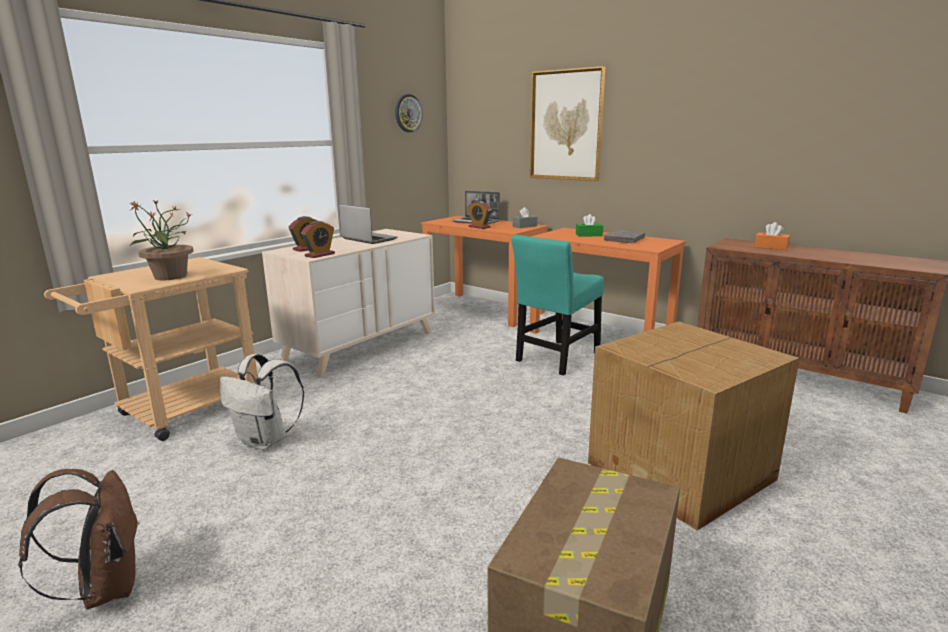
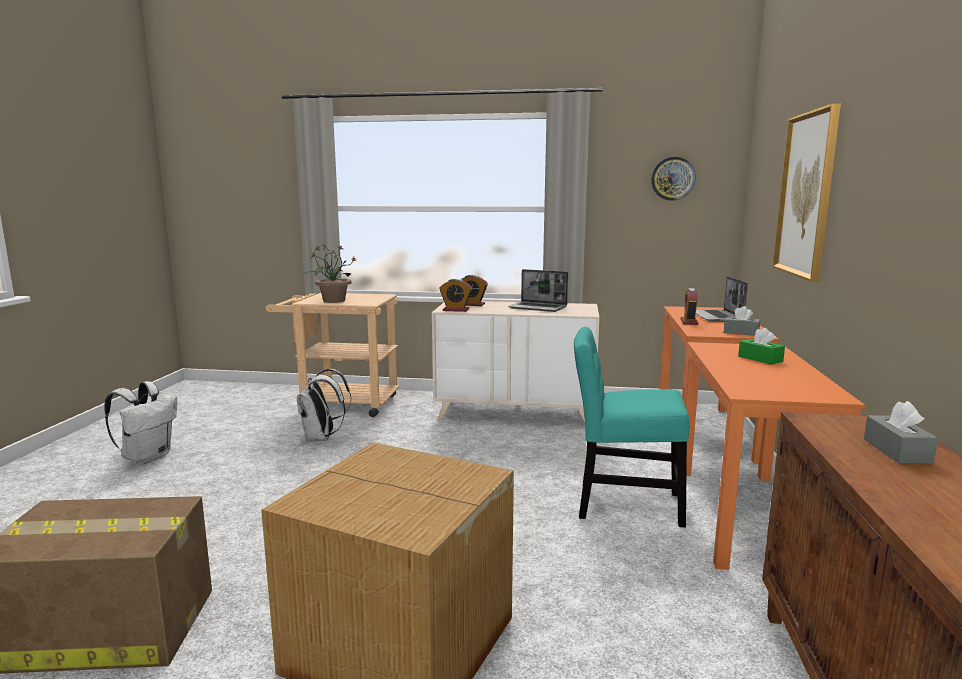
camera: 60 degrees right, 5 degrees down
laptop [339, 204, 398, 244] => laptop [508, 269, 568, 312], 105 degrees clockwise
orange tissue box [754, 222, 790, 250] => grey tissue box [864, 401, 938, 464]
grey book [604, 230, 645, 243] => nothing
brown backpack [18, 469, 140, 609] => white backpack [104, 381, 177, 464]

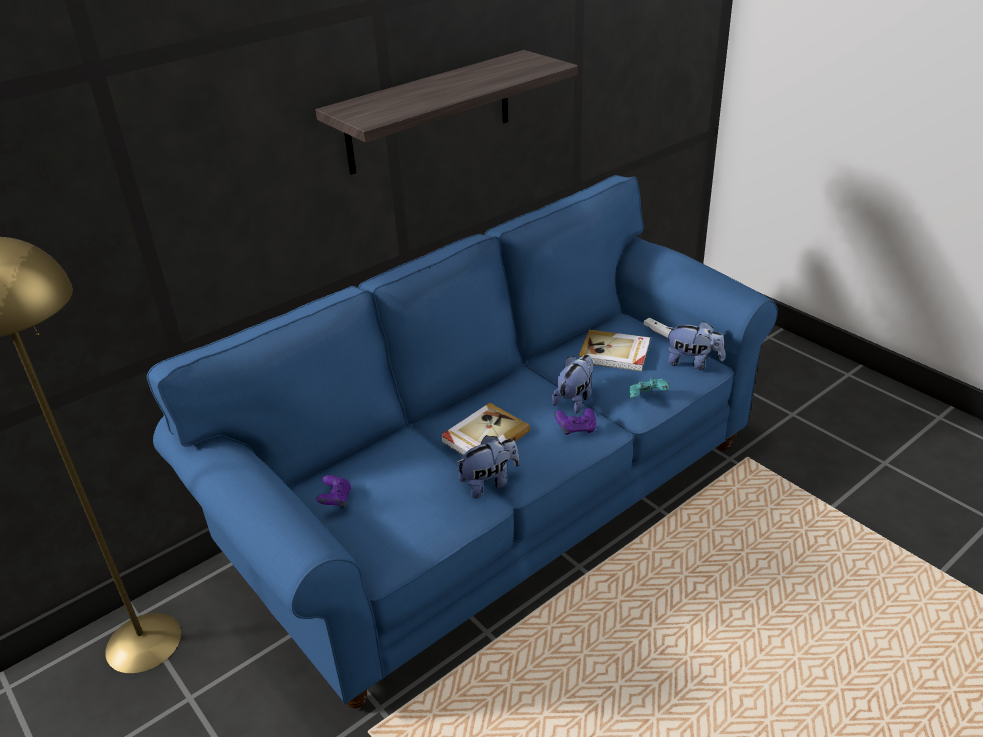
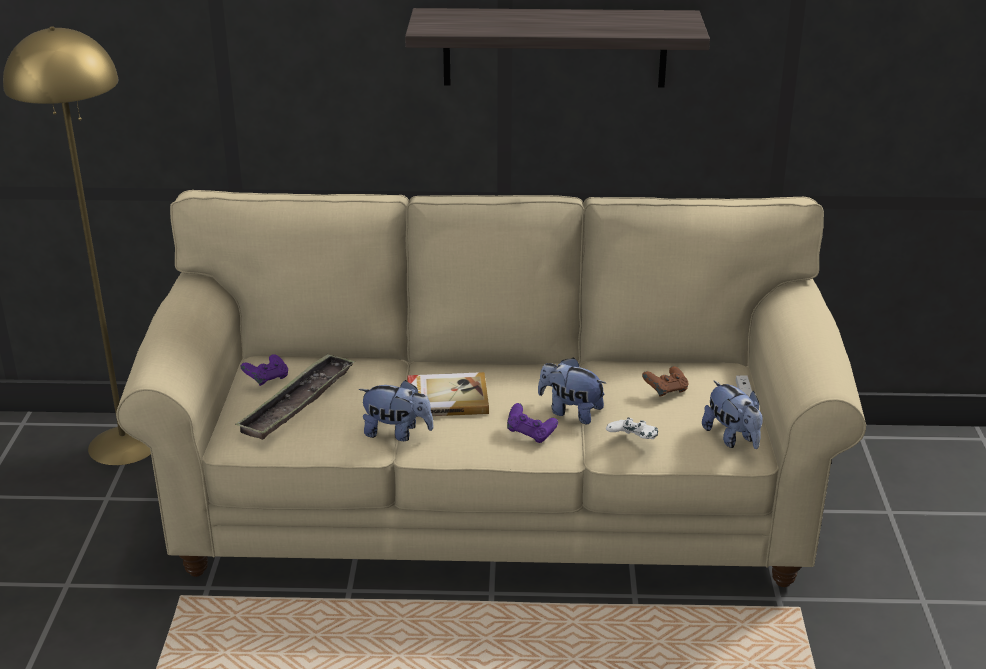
camera: 40 degrees right, 5 degrees down
blue sofa [147, 175, 778, 709] => beige sofa [116, 190, 866, 587]
book [579, 330, 650, 371] => brown game controller [642, 366, 688, 397]
plush toy [552, 355, 594, 414] => plush toy [538, 357, 607, 424], 135 degrees counterclockwise
turquoise game controller [628, 378, 670, 398] => white game controller [606, 418, 658, 439]
nothing => tray [235, 353, 355, 440]

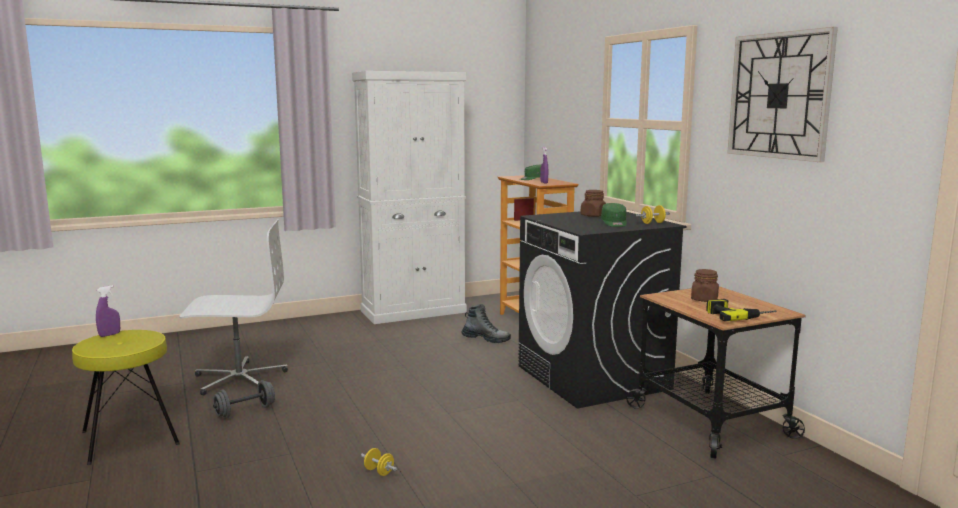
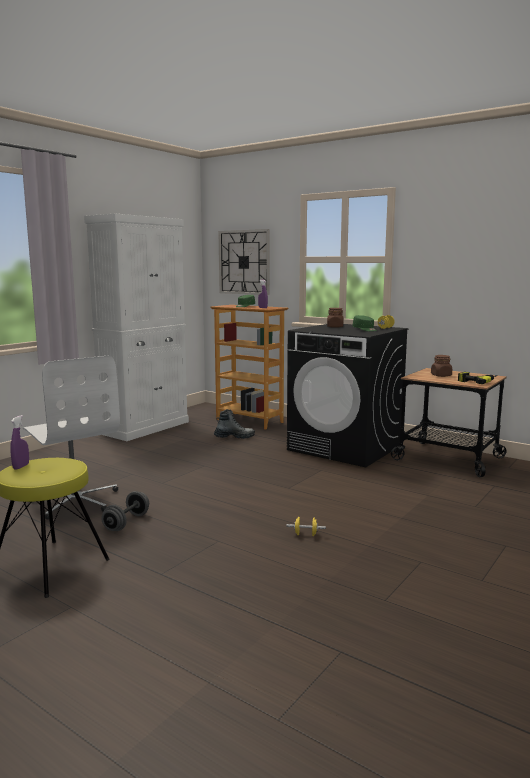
camera: 30 degrees left, 0 degrees up
wall clock [727, 27, 838, 162] => wall clock [218, 229, 270, 295], moved
white office chair [179, 219, 288, 395] => white office chair [23, 355, 120, 520], 90 degrees clockwise

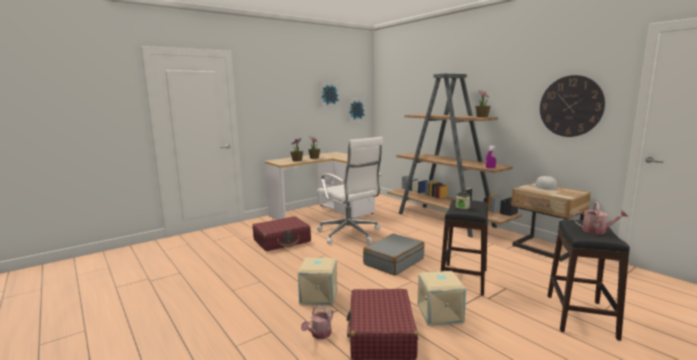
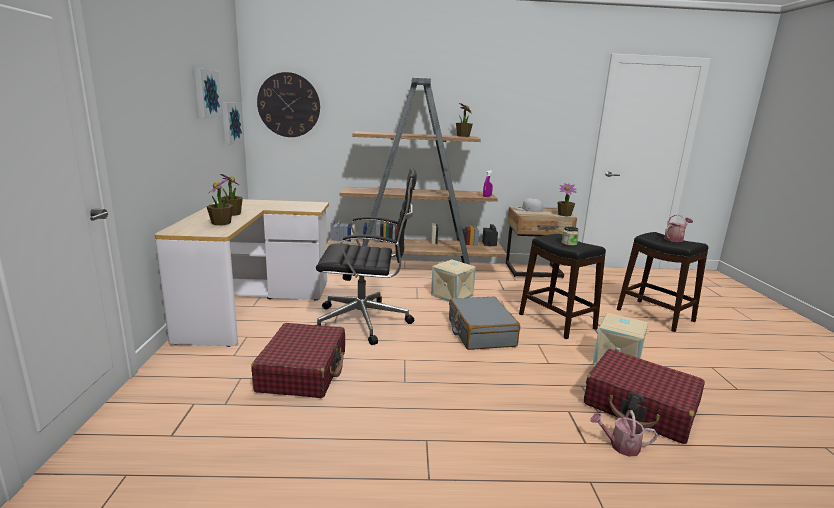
camera: 55 degrees left, 5 degrees up
wall clock [540, 75, 605, 137] => wall clock [257, 72, 320, 137], moved
white office chair [317, 137, 383, 244] => black office chair [316, 168, 417, 345]
beige storage box [298, 257, 337, 305] => beige storage box [431, 260, 476, 302], moved
watering can [301, 305, 333, 339] => watering can [590, 410, 658, 457], 120 degrees clockwise
nothing => potted plant [557, 183, 577, 216]

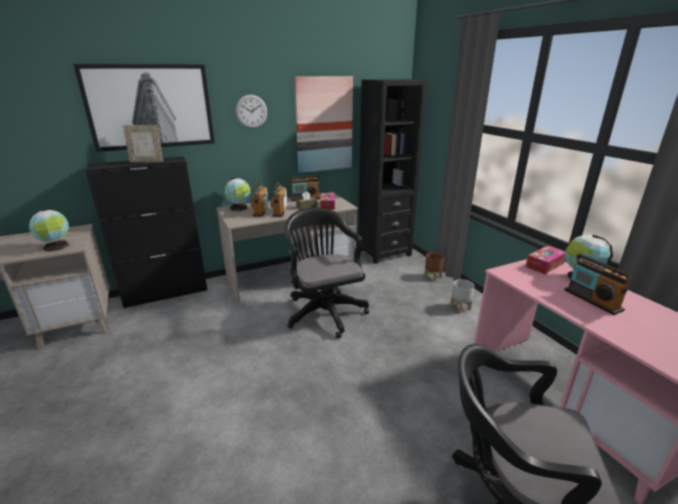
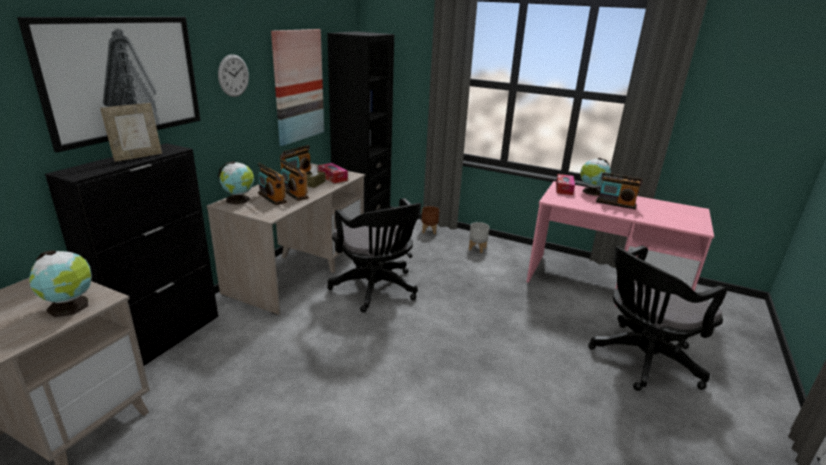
camera: 40 degrees left, 0 degrees up
black office chair [285, 208, 369, 338] => black office chair [327, 198, 422, 313], 150 degrees counterclockwise

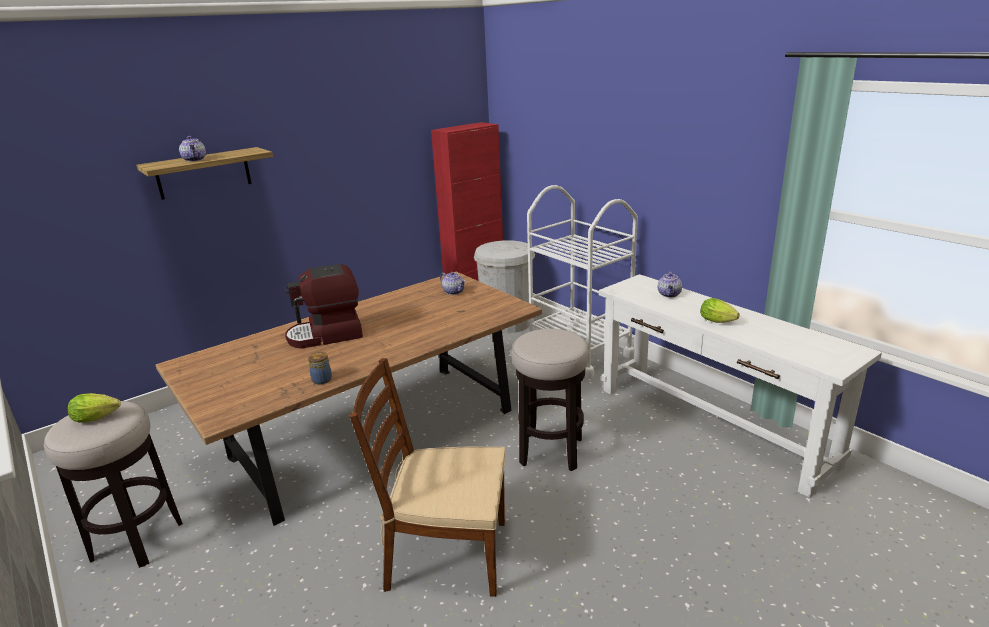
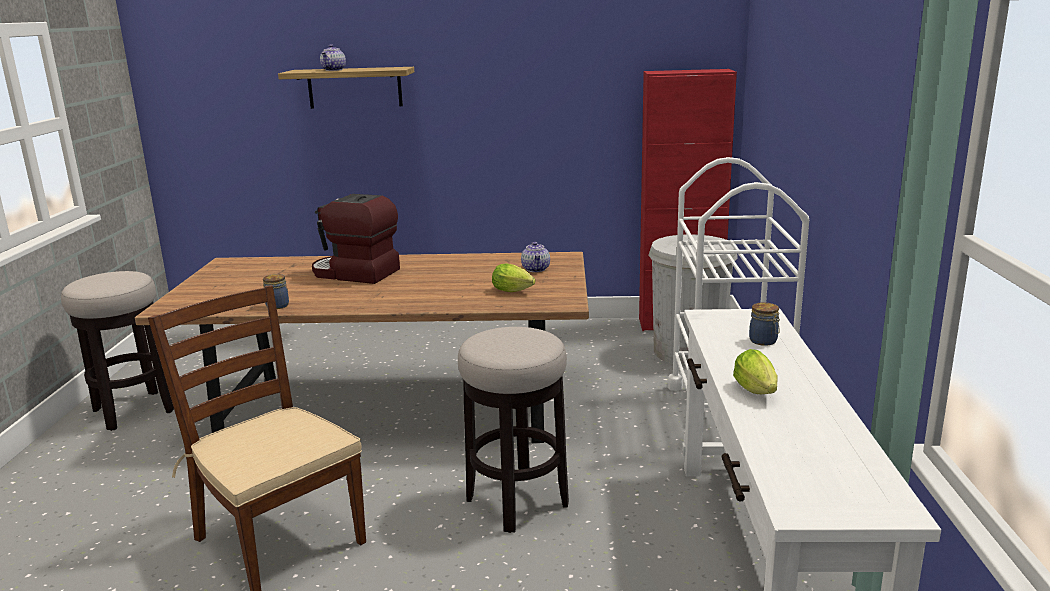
camera: 40 degrees right, 5 degrees down
teapot [658, 271, 682, 298] => jar [749, 302, 780, 346]
lettuce [68, 393, 121, 423] => lettuce [492, 264, 535, 292], moved

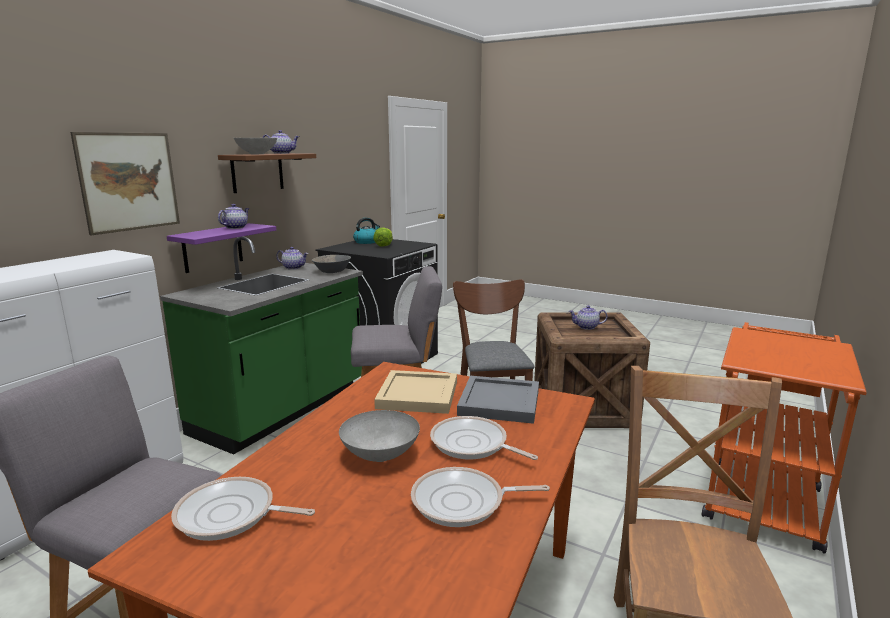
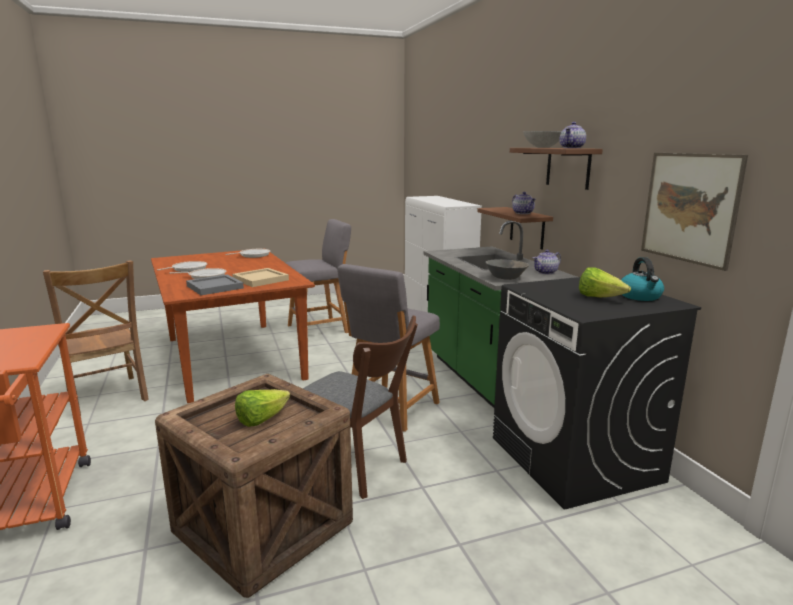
camera: 130 degrees right, 0 degrees up
picture [70, 132, 180, 235] => picture [641, 153, 748, 271], moved
purple shelf [167, 223, 276, 273] => brown shelf [477, 207, 553, 249]
teapot [569, 305, 607, 330] => lettuce [235, 389, 290, 427]
grey bowl [339, 410, 420, 462] => nothing

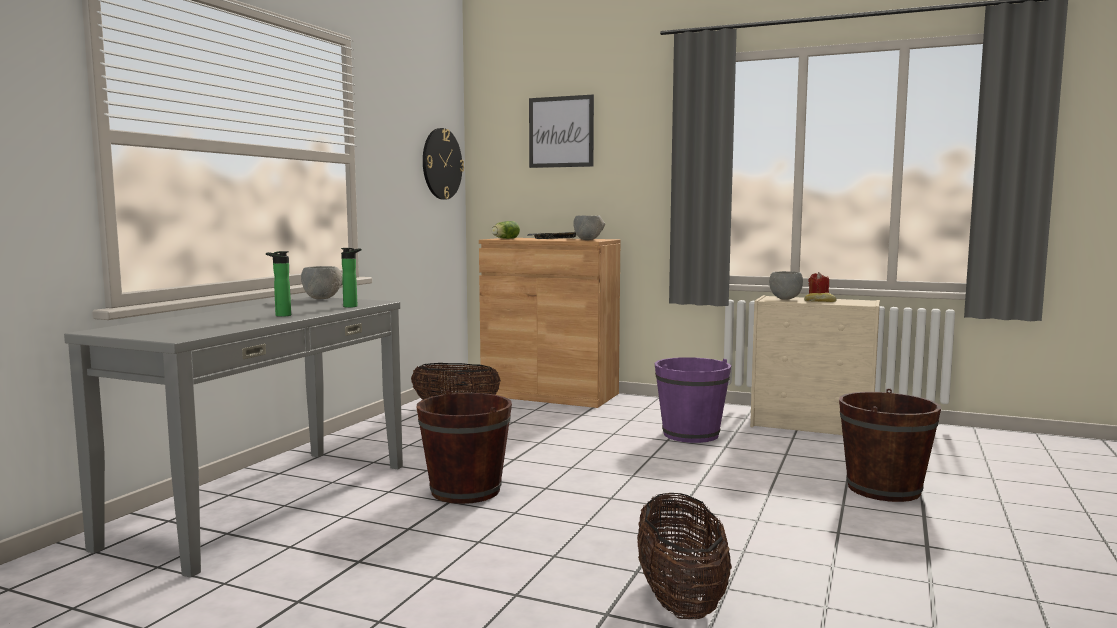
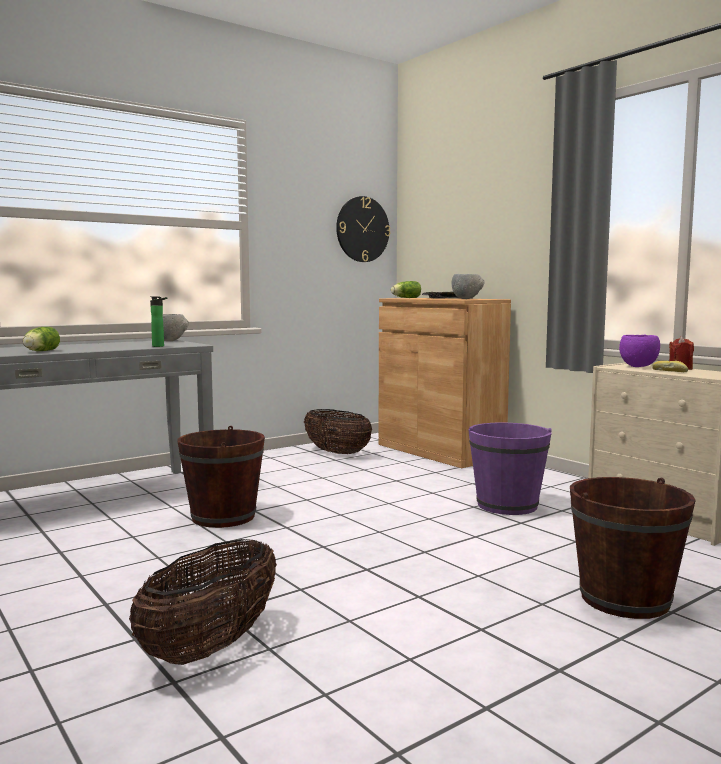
camera: 30 degrees right, 0 degrees up
picture [529, 95, 594, 168] => nothing
bottle [266, 251, 291, 317] => nothing
grey bowl [769, 271, 803, 300] => purple bowl [619, 335, 660, 367]
nothing => lettuce [23, 327, 60, 351]

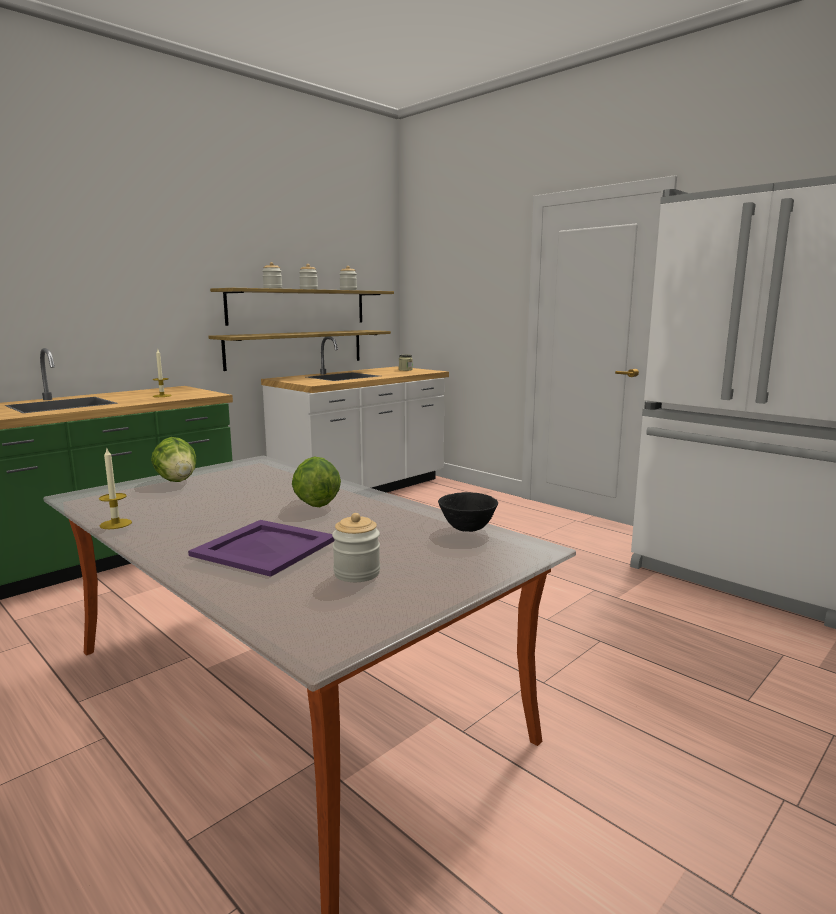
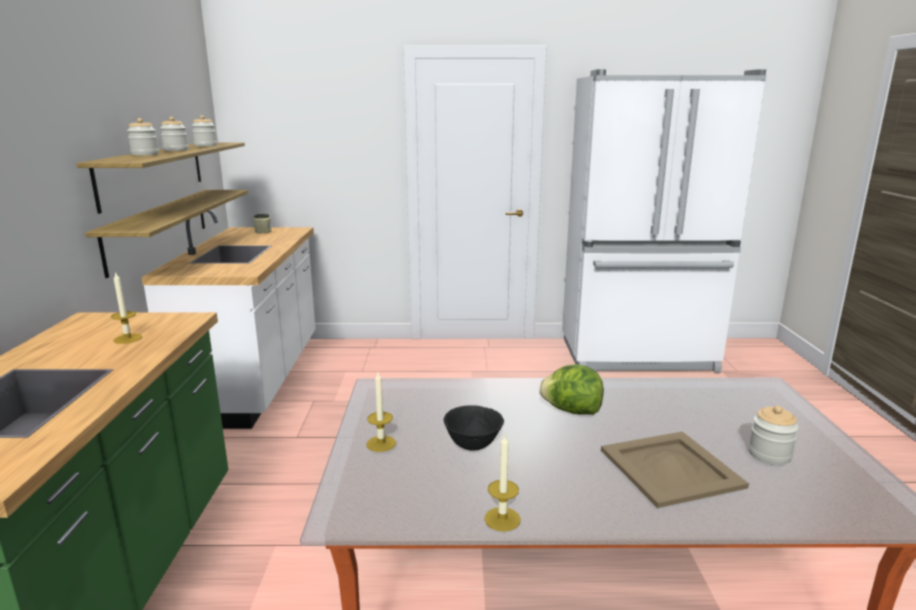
camera: 45 degrees left, 5 degrees up
lettuce [151, 437, 196, 482] => candle [366, 372, 396, 452]
black bowl [438, 492, 498, 532] => black bowl [444, 405, 504, 451], moved
purple tray [188, 520, 334, 577] => beige tray [601, 431, 749, 508]

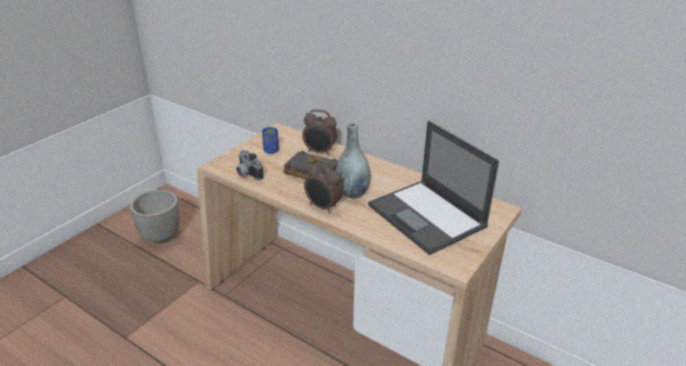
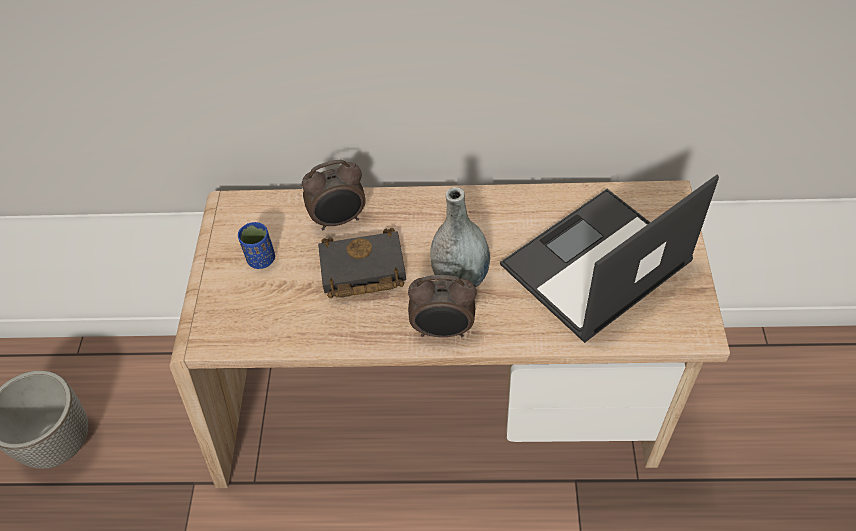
camera: 30 degrees left, 20 degrees up
laptop [368, 121, 499, 255] => laptop [500, 175, 719, 343], 120 degrees clockwise
photo camera [236, 150, 264, 180] => nothing

